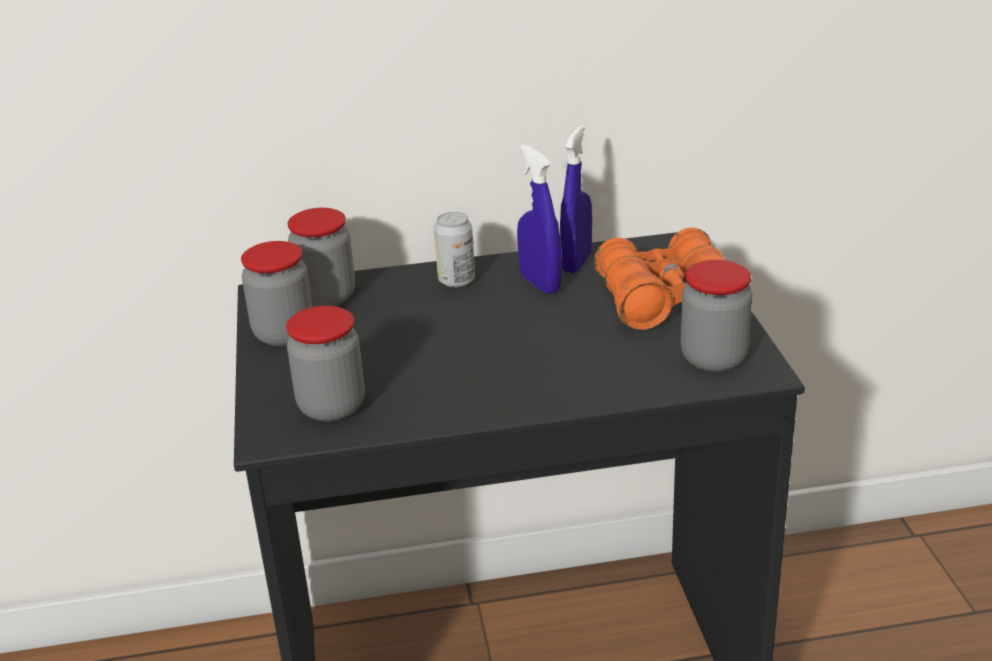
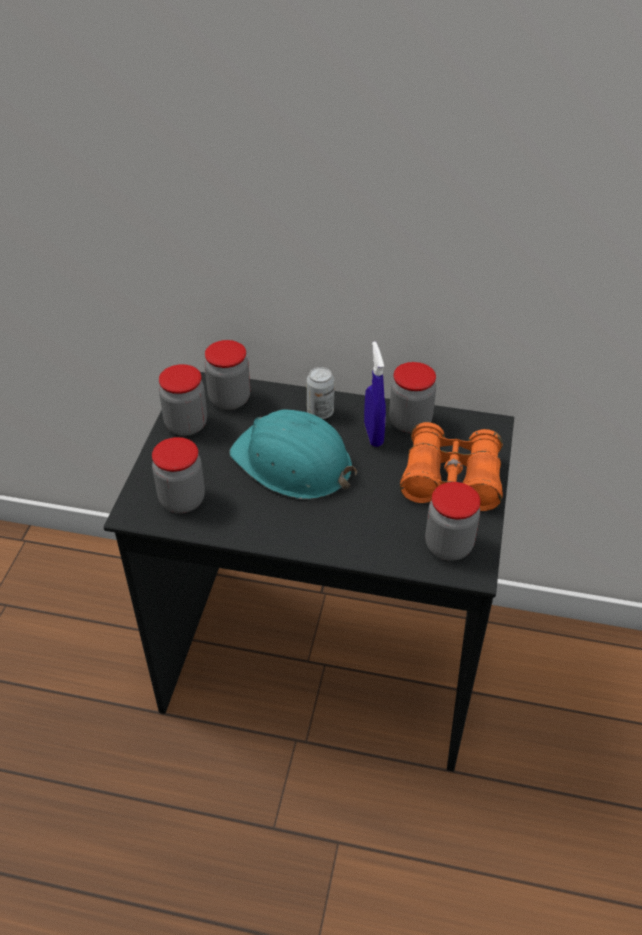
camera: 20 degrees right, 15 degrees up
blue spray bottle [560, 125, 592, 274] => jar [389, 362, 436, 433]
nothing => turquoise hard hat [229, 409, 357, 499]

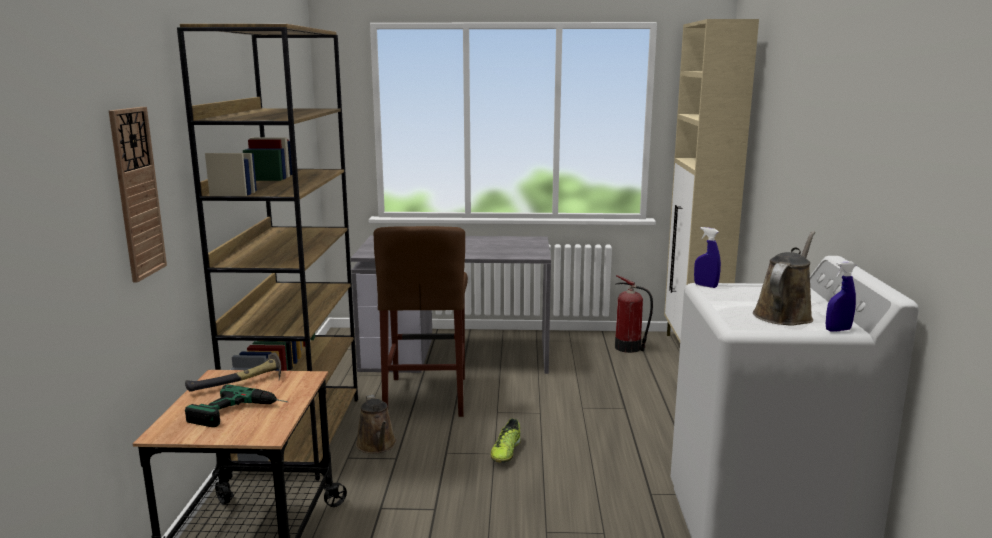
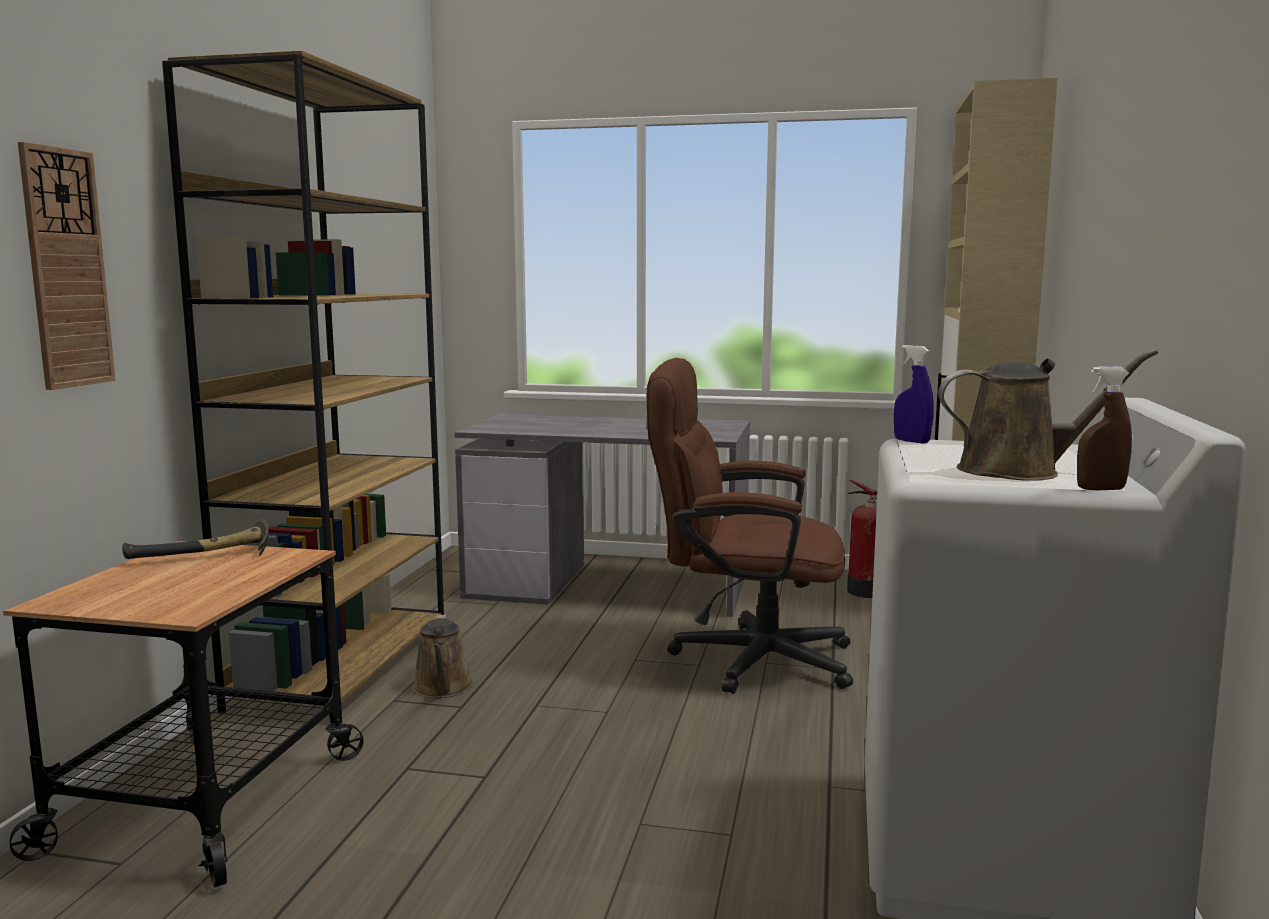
camera: 10 degrees right, 5 degrees down
brown stool [374, 226, 468, 417] => nothing
brown watering can [753, 231, 815, 326] => brown watering can [939, 349, 1158, 481], 45 degrees clockwise
blue spray bottle [826, 261, 856, 332] => brown spray bottle [1077, 366, 1132, 490]
power drill [185, 385, 288, 427] => nothing
shoe [491, 418, 521, 463] => nothing
nothing => brown office chair [647, 358, 853, 694]

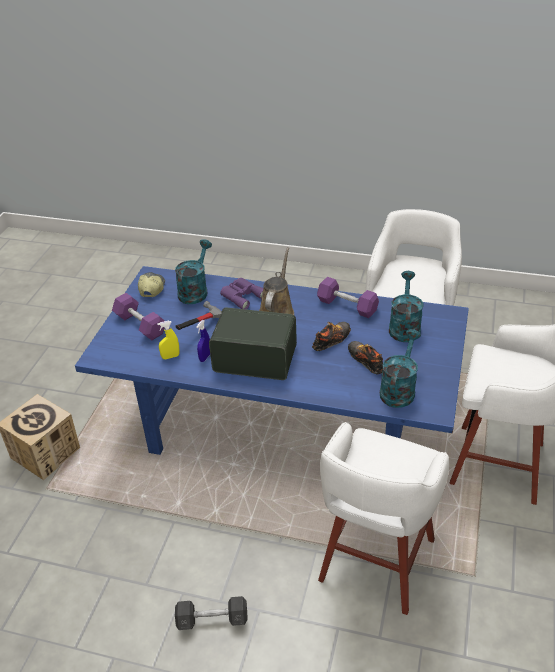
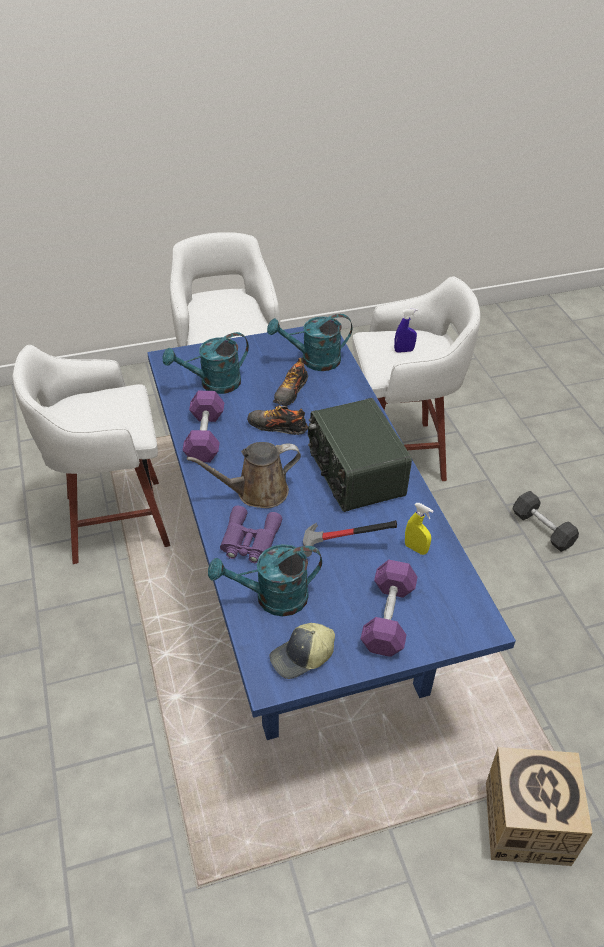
camera: 125 degrees left, 5 degrees up
blue spray bottle [196, 320, 210, 362] => blue spray bottle [394, 308, 418, 353], moved

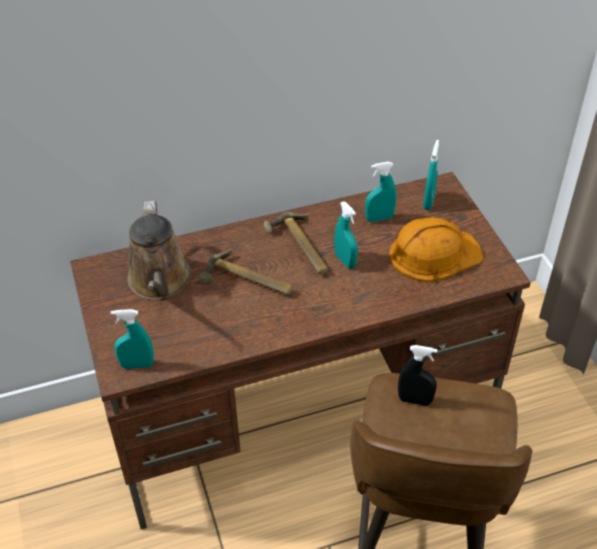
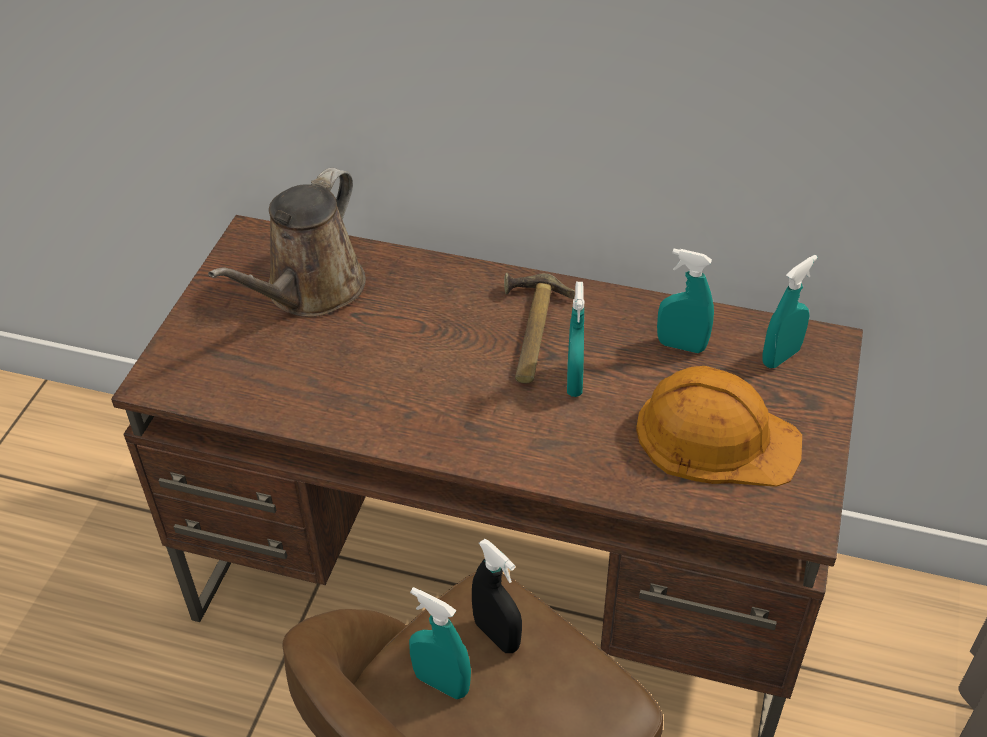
camera: 35 degrees right, 0 degrees up
hammer [199, 249, 292, 295] => nothing
turquoise spray bottle [111, 309, 154, 369] => turquoise spray bottle [409, 587, 471, 699], moved

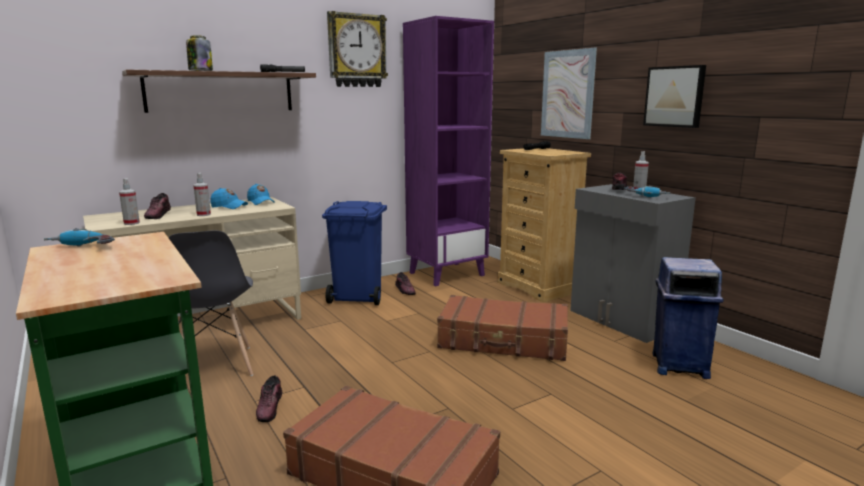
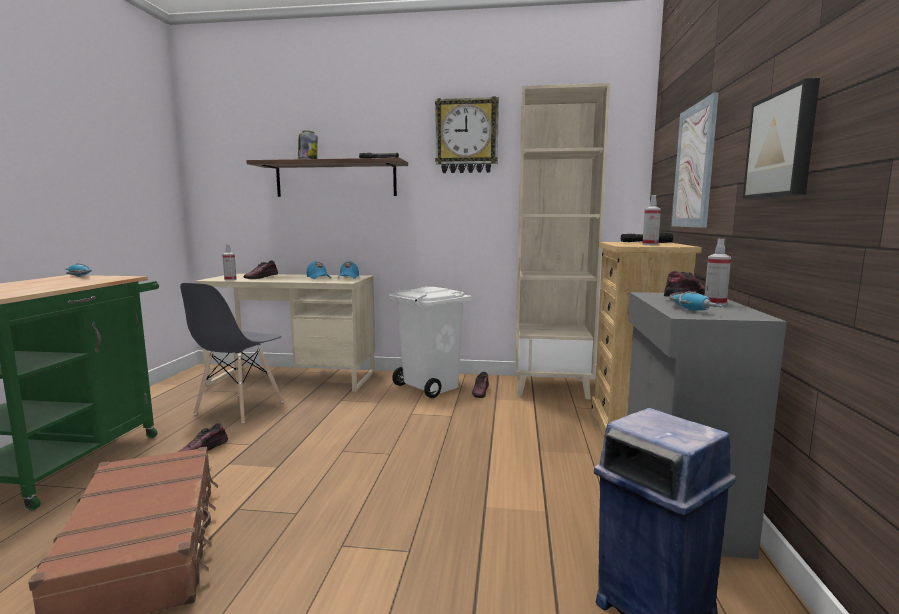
camera: 40 degrees right, 5 degrees down
purple bookcase [403, 16, 494, 286] => beige bookcase [515, 83, 610, 399]
spray bottle [193, 173, 211, 216] => spray bottle [642, 195, 661, 245], moved
blue trash can [322, 201, 387, 305] => white trash can [389, 287, 472, 398]
brown suitcase [437, 295, 568, 361] => nothing

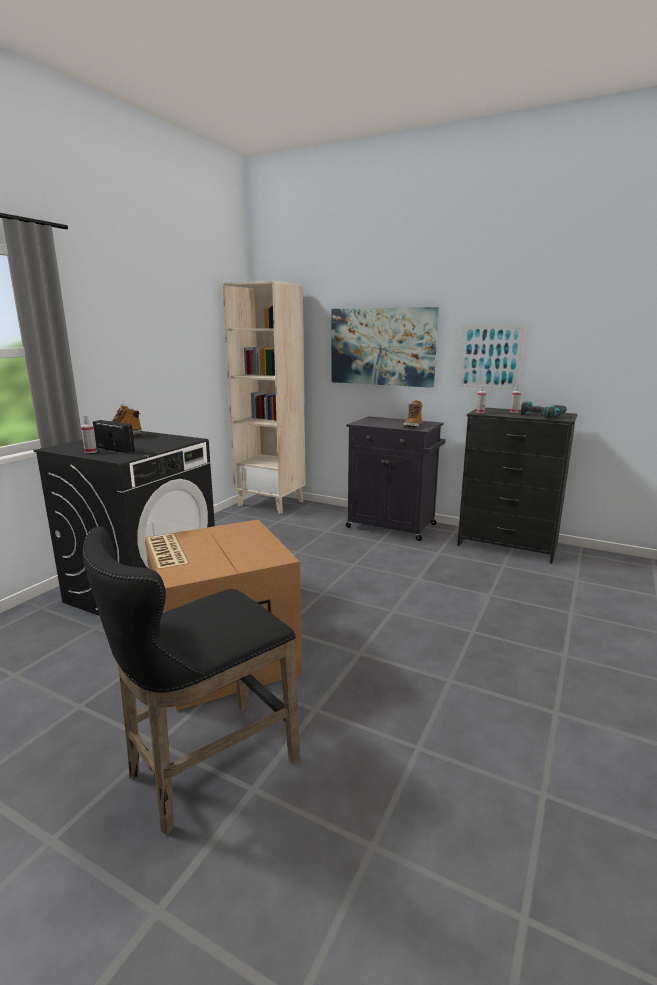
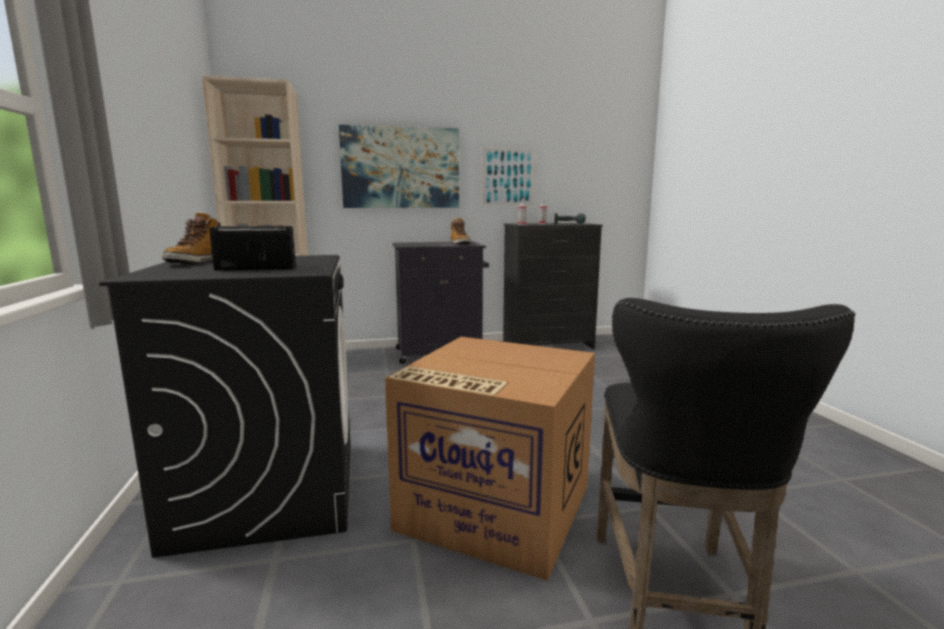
camera: 40 degrees left, 5 degrees down
spray bottle [81, 415, 97, 453] => nothing

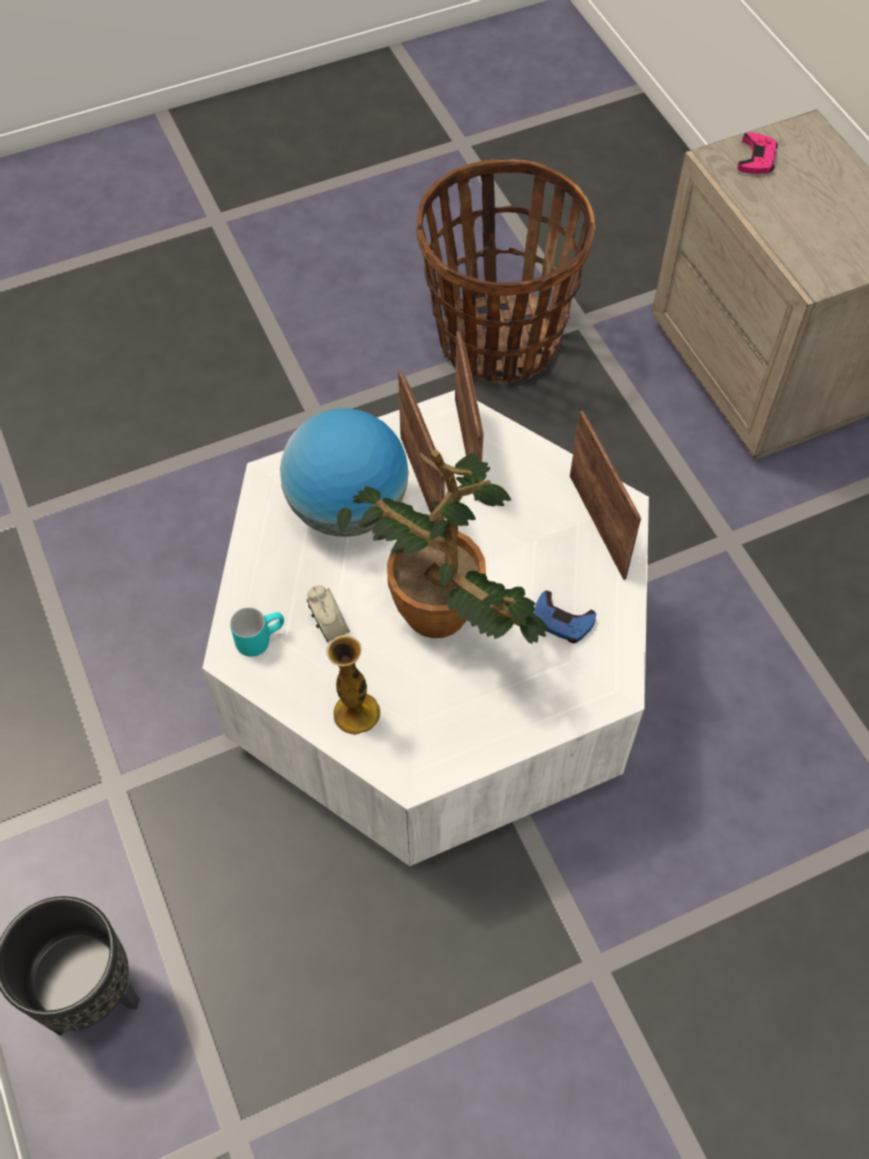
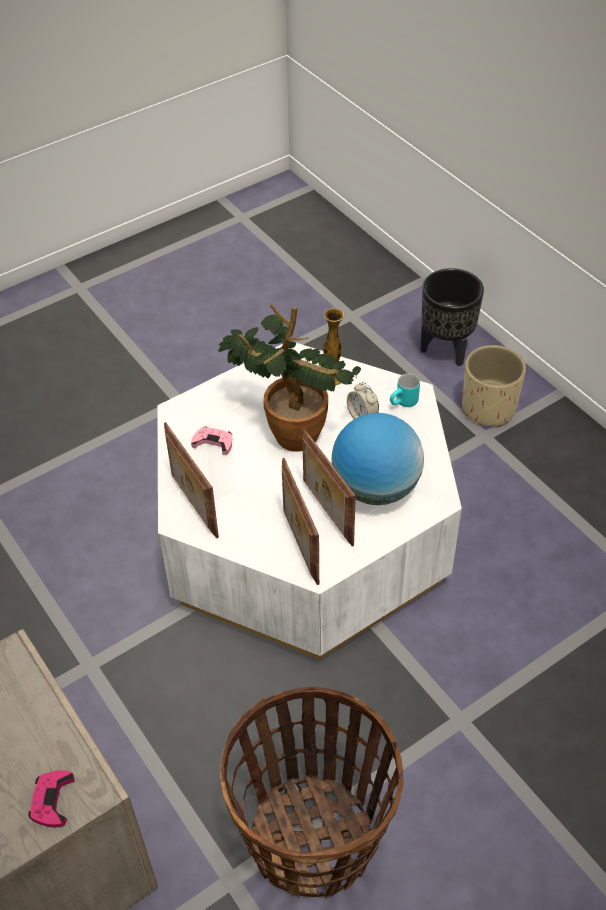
camera: 170 degrees right, 10 degrees down
blue game controller [534, 590, 596, 643] => pink game controller [191, 427, 232, 455]
nothing => beige planter [462, 345, 526, 427]

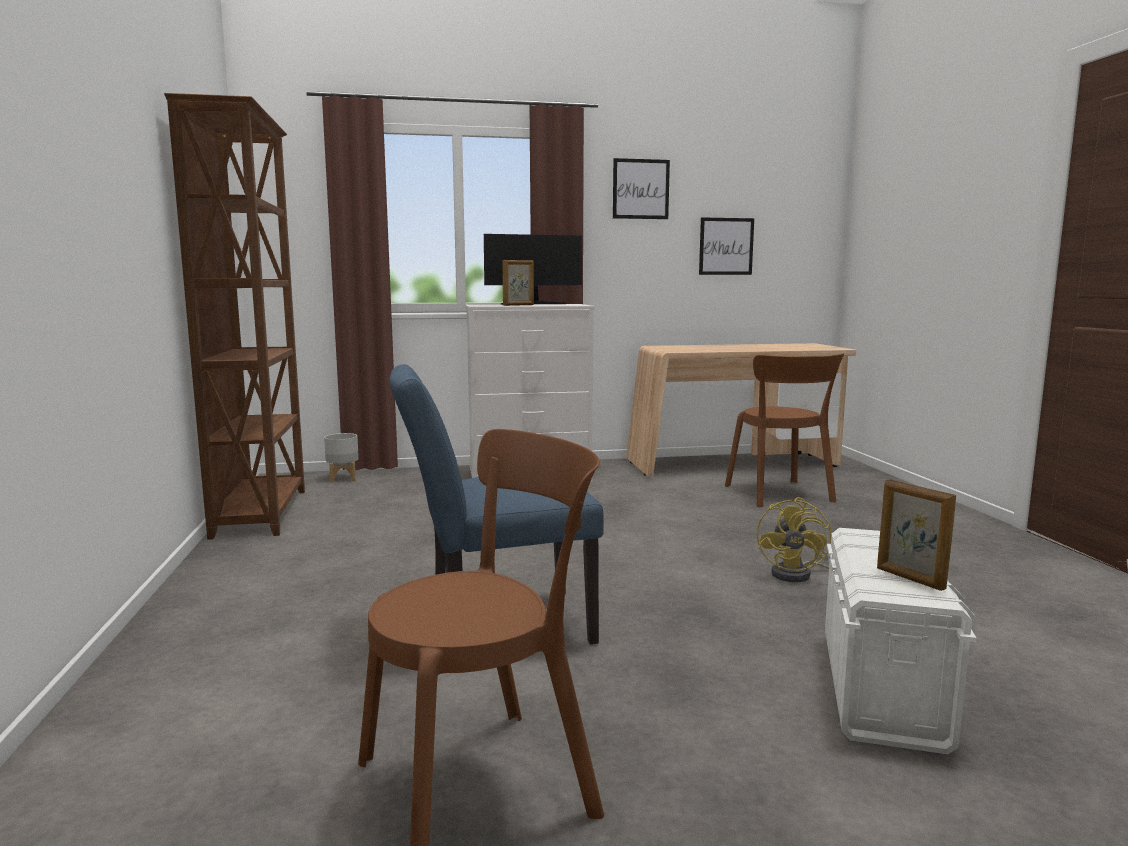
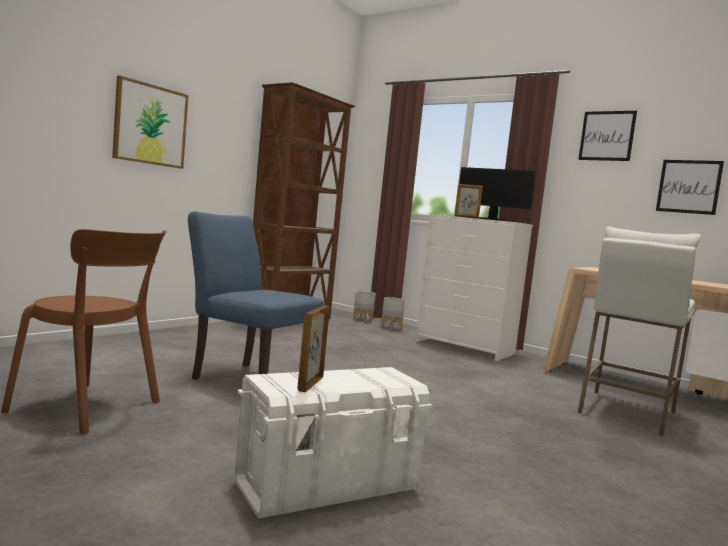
camera: 45 degrees right, 5 degrees down
brown chair [725, 353, 844, 507] => white stool [578, 226, 701, 436]
yellow fan [757, 497, 832, 582] => nothing
nothing => picture [112, 75, 188, 169]
nothing => grey planter [381, 297, 405, 330]

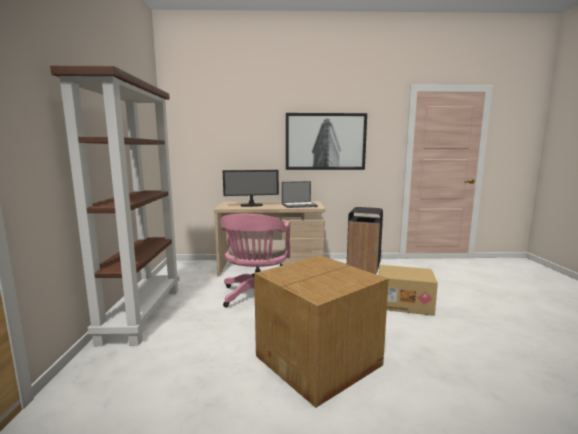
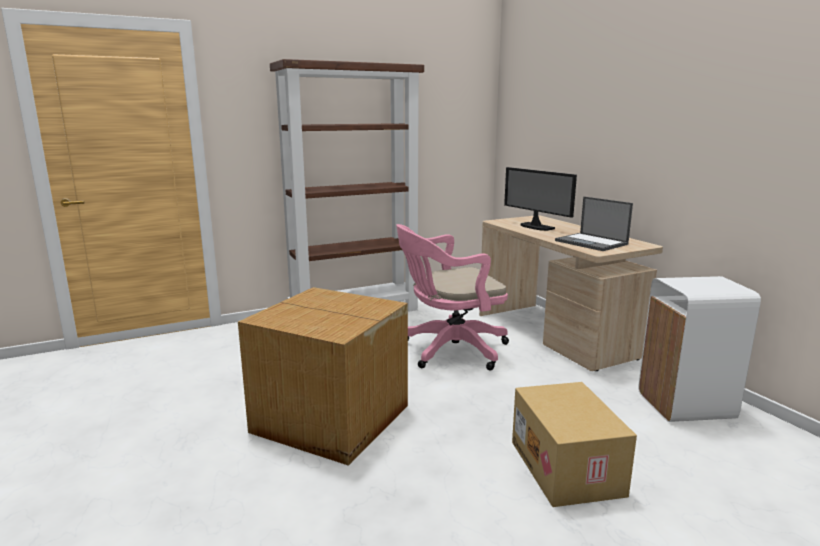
camera: 65 degrees right, 5 degrees up
picture [286, 113, 367, 170] => nothing
black trash can [347, 207, 383, 274] => white trash can [638, 276, 761, 422]

